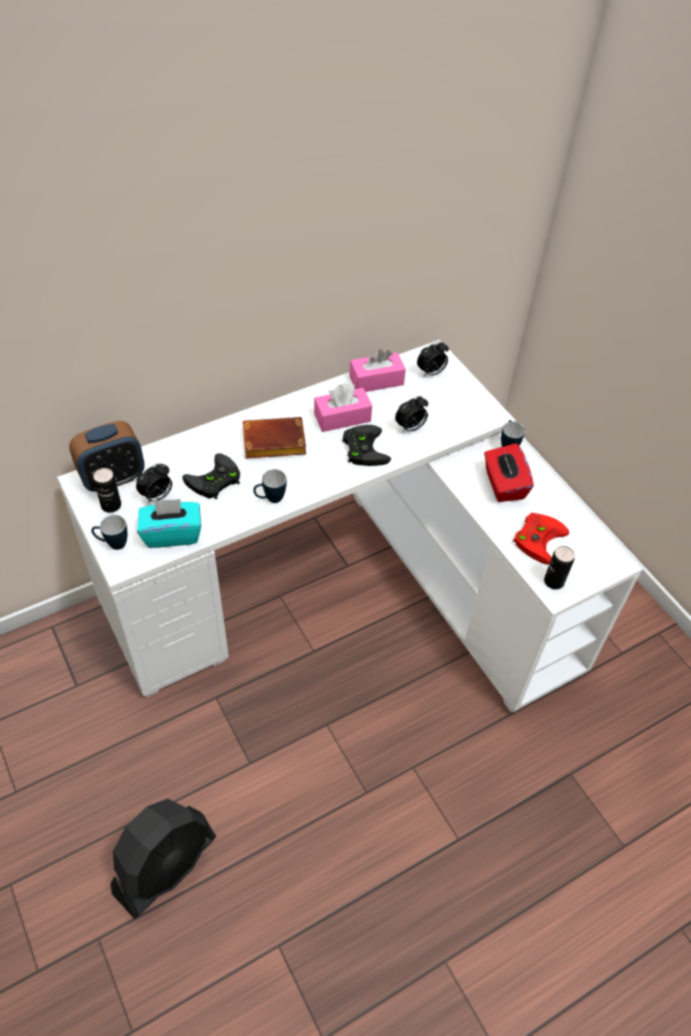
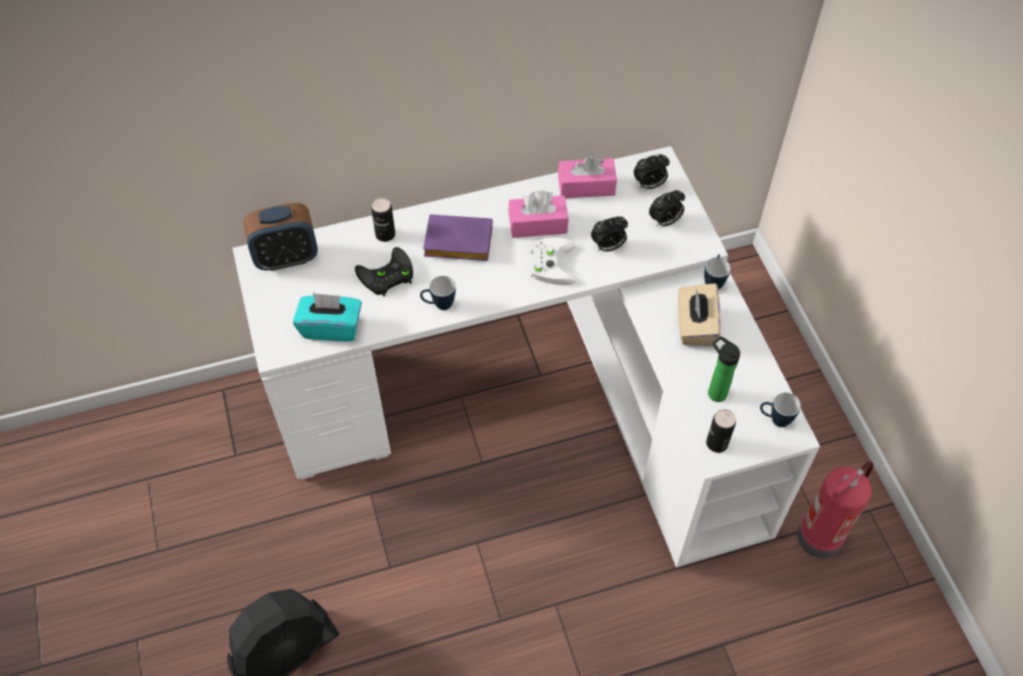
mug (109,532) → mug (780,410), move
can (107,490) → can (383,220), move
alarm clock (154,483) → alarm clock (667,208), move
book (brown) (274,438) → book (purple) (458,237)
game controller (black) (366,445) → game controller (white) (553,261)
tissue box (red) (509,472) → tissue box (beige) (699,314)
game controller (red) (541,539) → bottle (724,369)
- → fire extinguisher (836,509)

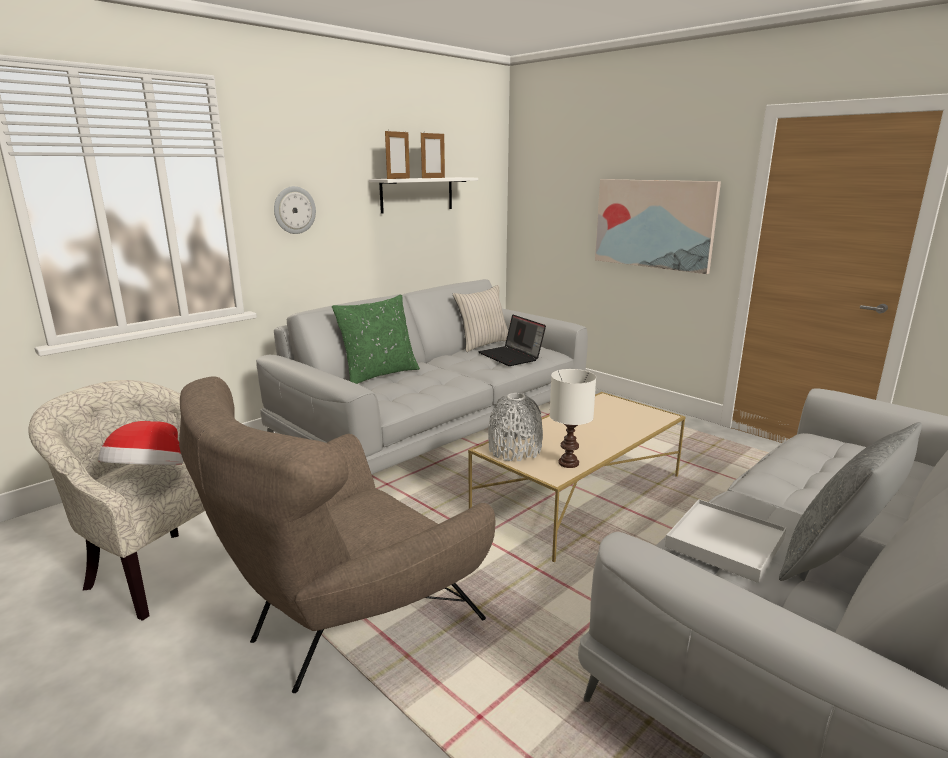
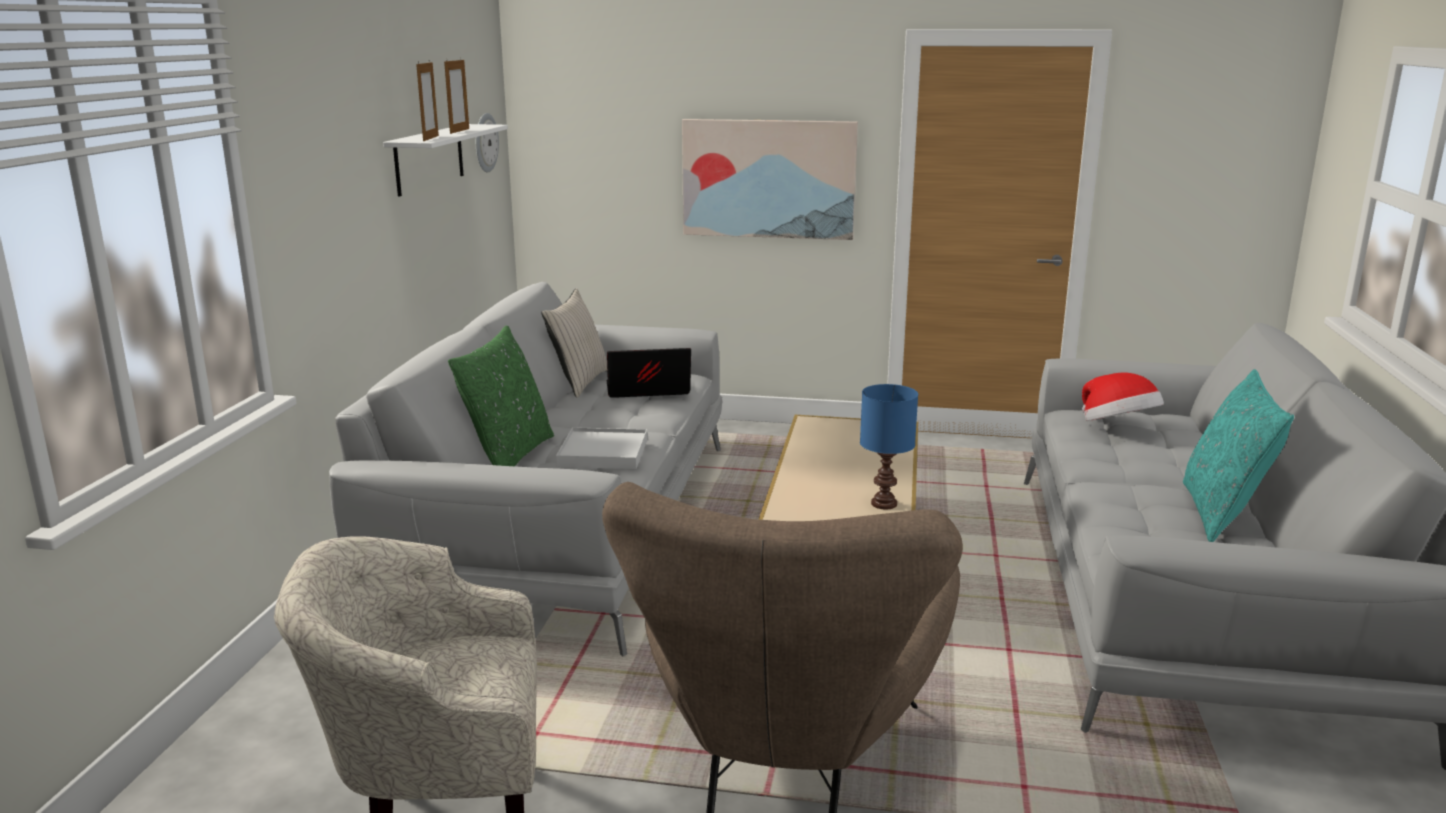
hat (140,443) → hat (1123,397), move
wall clock (295,210) → wall clock (487,143), move
laptop (512,340) → laptop (649,373), 150 degrees clockwise
vase (grey) (515,427) → -
table lamp (white) (573,418) → table lamp (blue) (889,446)
tray (white) (725,541) → tray (white) (601,448), move
pillow (grey) (850,501) → pillow (turquoise) (1238,455)

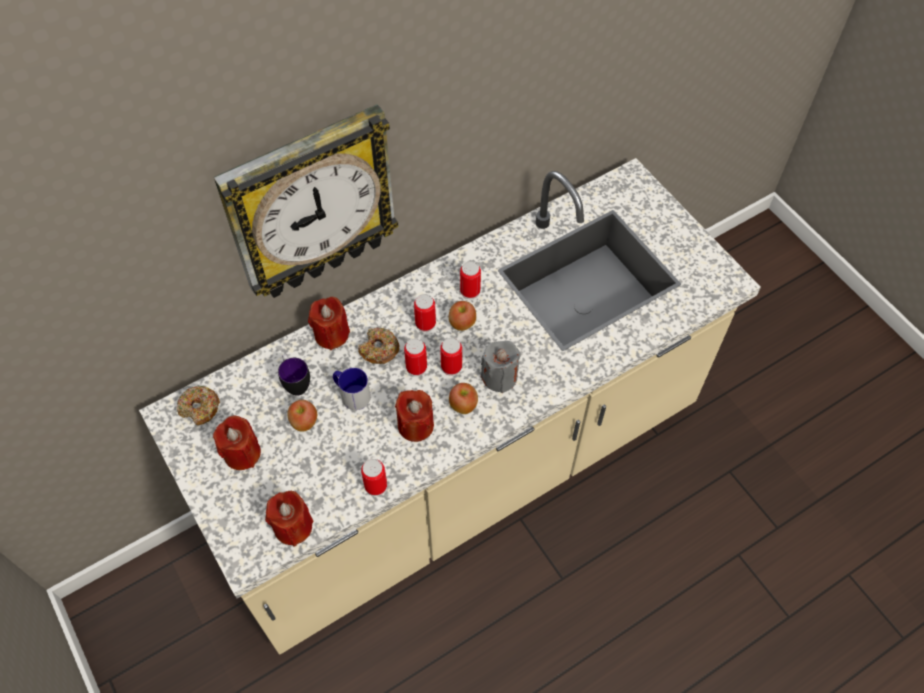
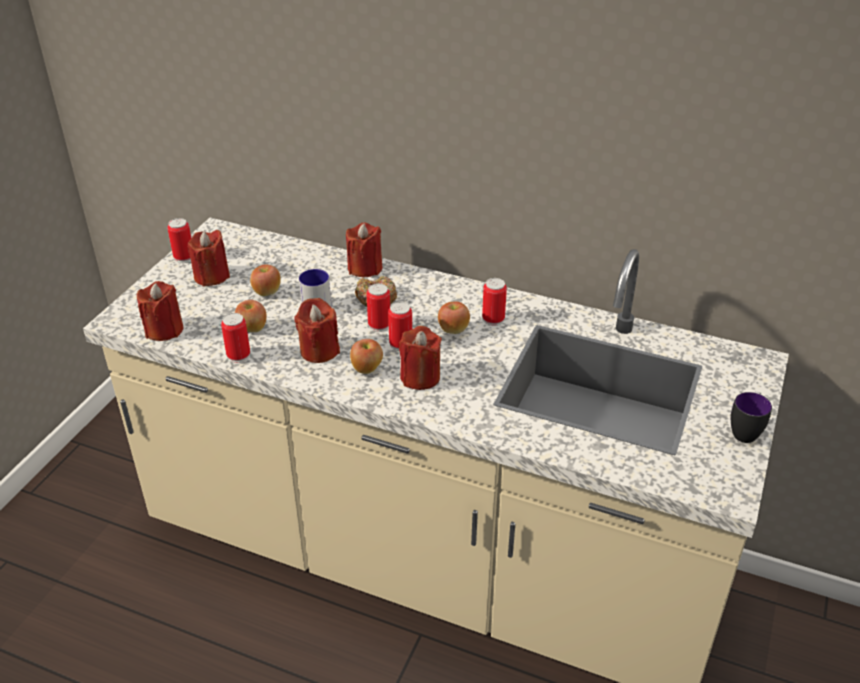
donut (198,405) → -
wall clock (306,201) → -
mug (294,375) → mug (751,417), move
can (425,313) → can (179,240), move
candle (grey) (501,367) → candle (red) (420,358)
- → apple (251,316)

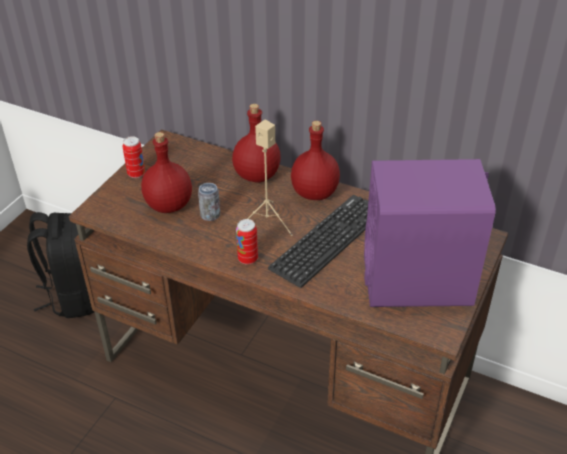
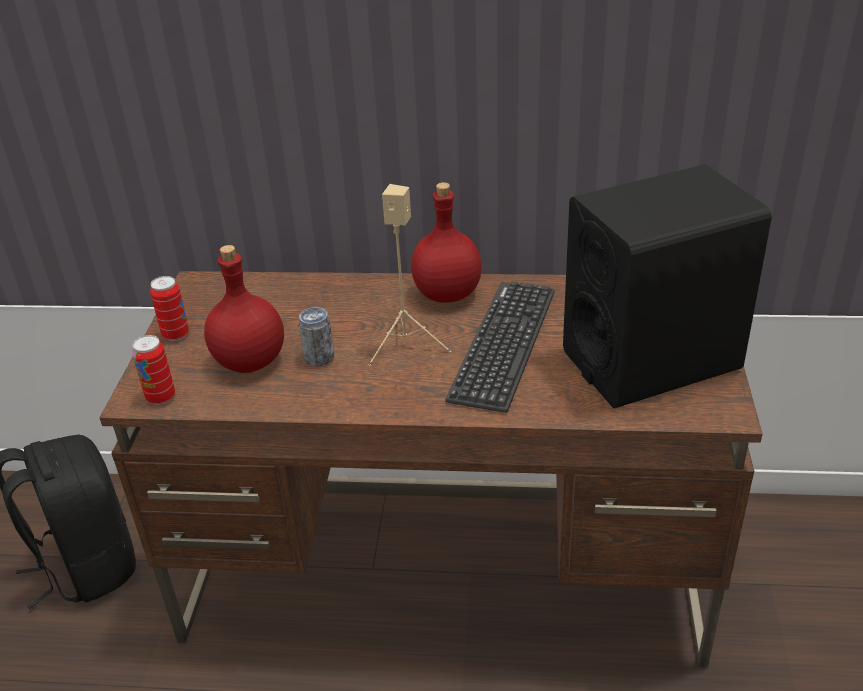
bottle (red) (256,143) → -
can (247,242) → can (153,370), move
speaker (purple) (430,233) → speaker (black) (667,286)

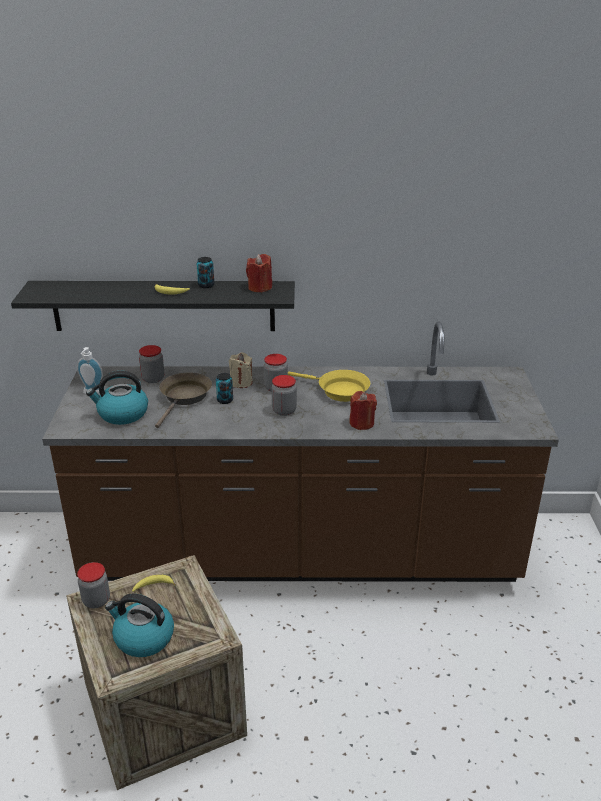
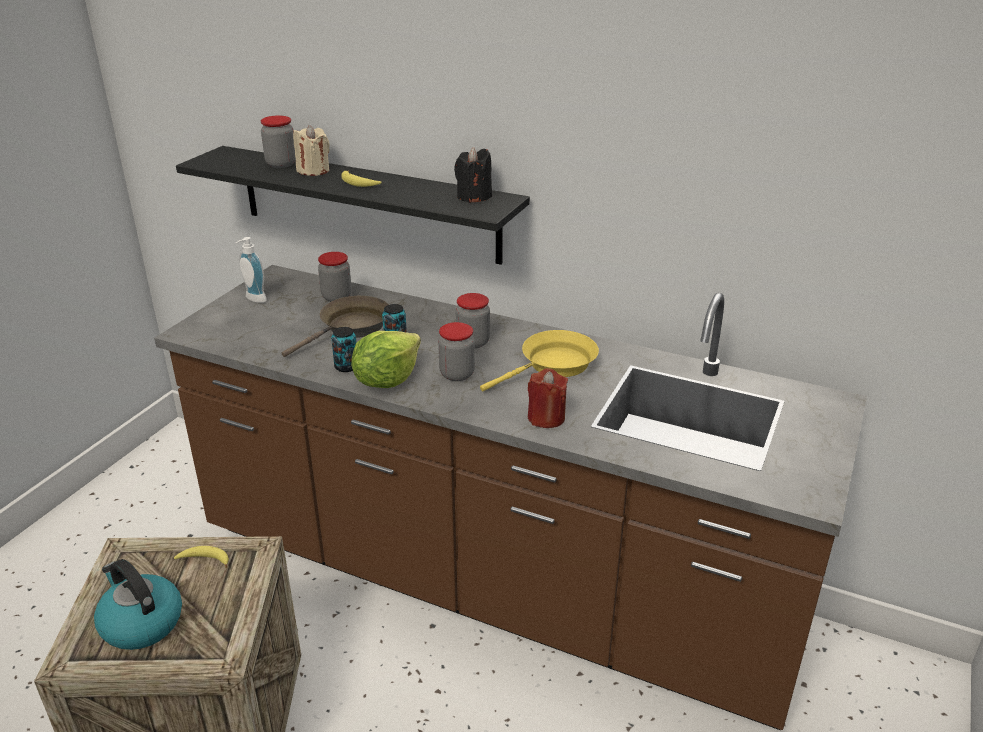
jar (93,585) → jar (278,141), move
kettle (117,398) → -
can (205,272) → can (344,349), move
candle (beige) (241,370) → candle (beige) (311,150), move
candle (red) (259,273) → candle (black) (473,175)
frying pan (yellow) (329,386) → frying pan (yellow) (539,360), 90 degrees counterclockwise
- → lettuce (386,359)

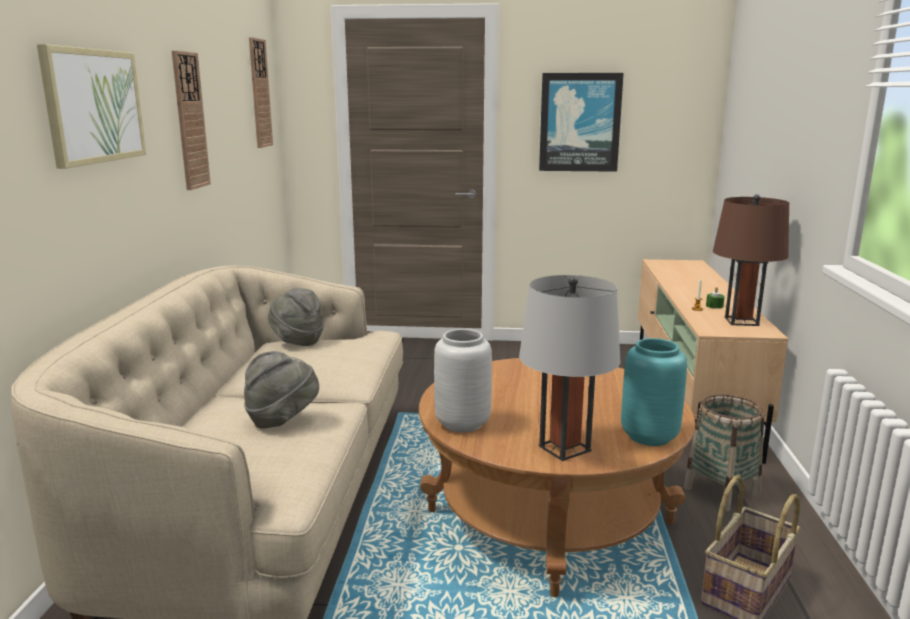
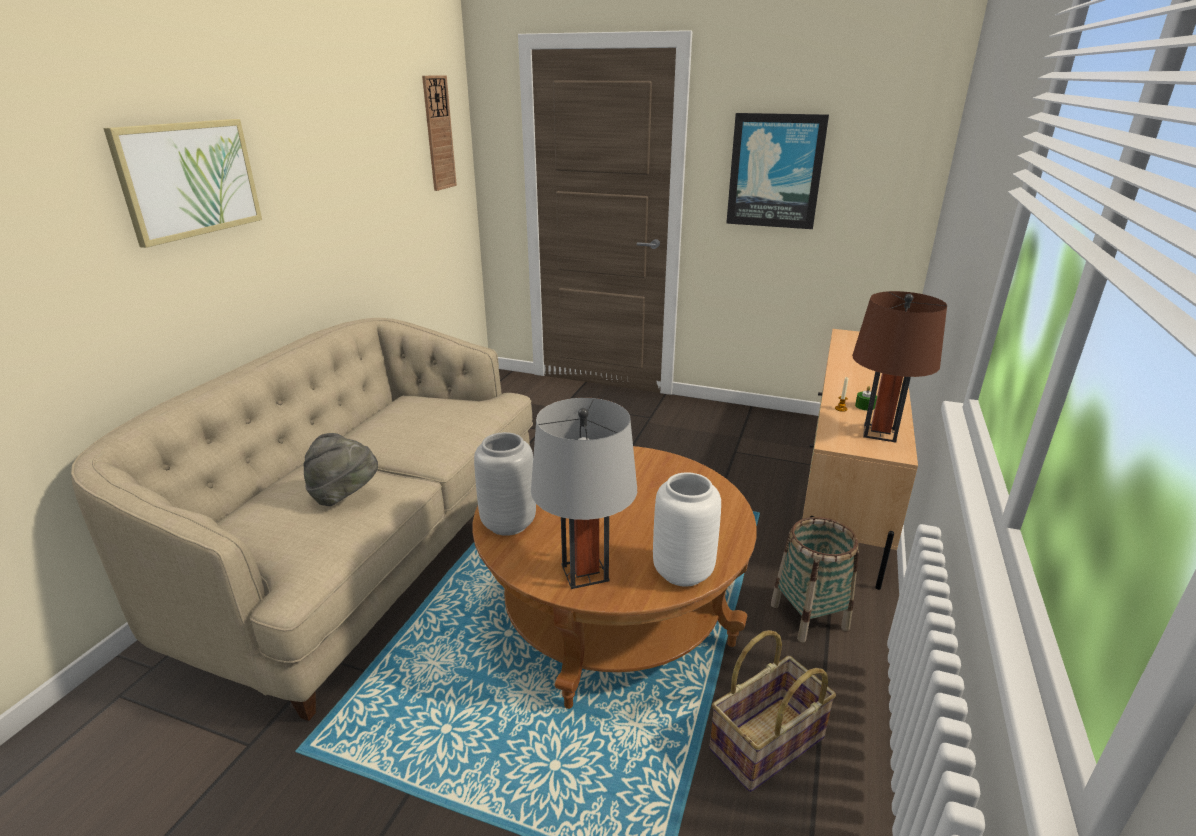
wall clock (191,120) → -
hat (grey) (296,317) → -
vase (turquoise) (654,392) → vase (white) (687,530)

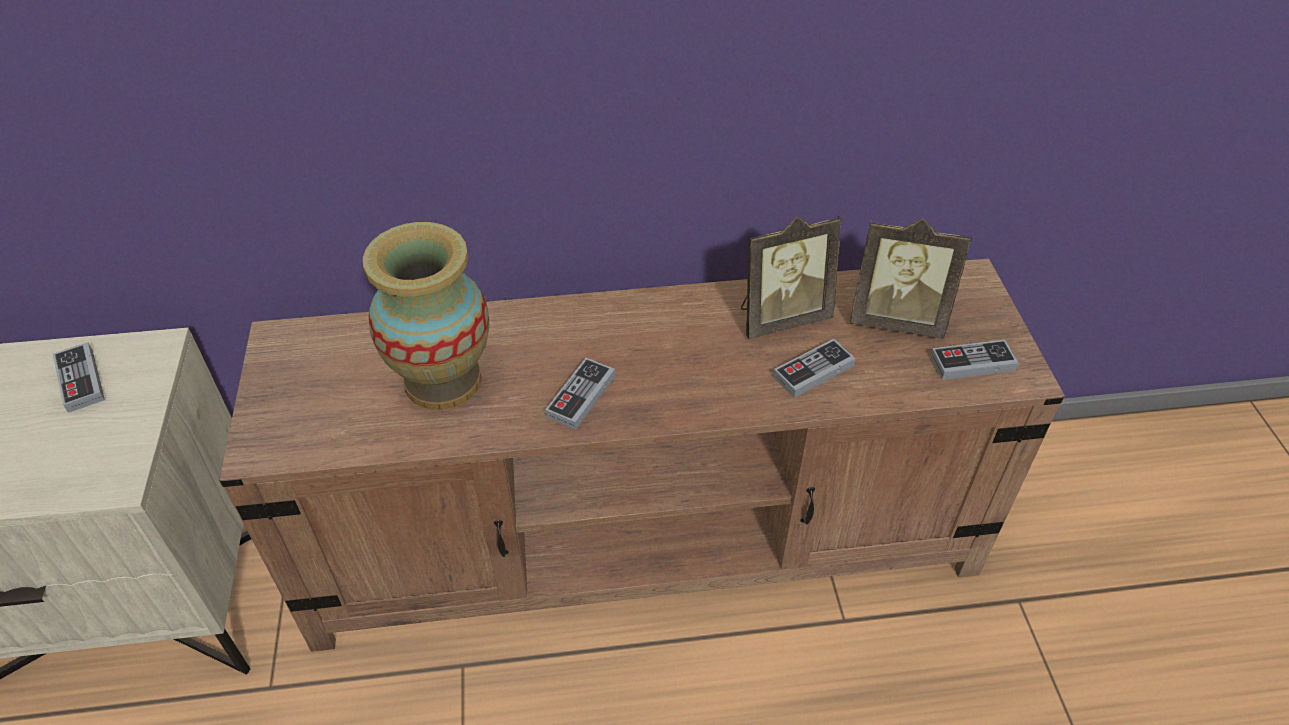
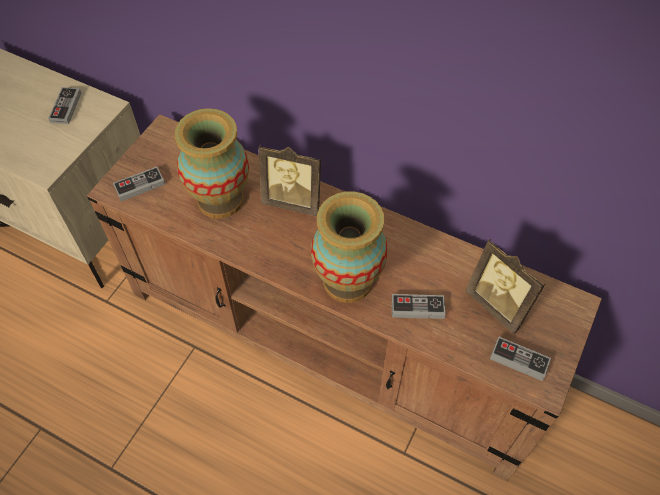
game controller (580,394) → game controller (139,184), move
picture frame (791,277) → picture frame (290,180), move
- → vase (349,247)

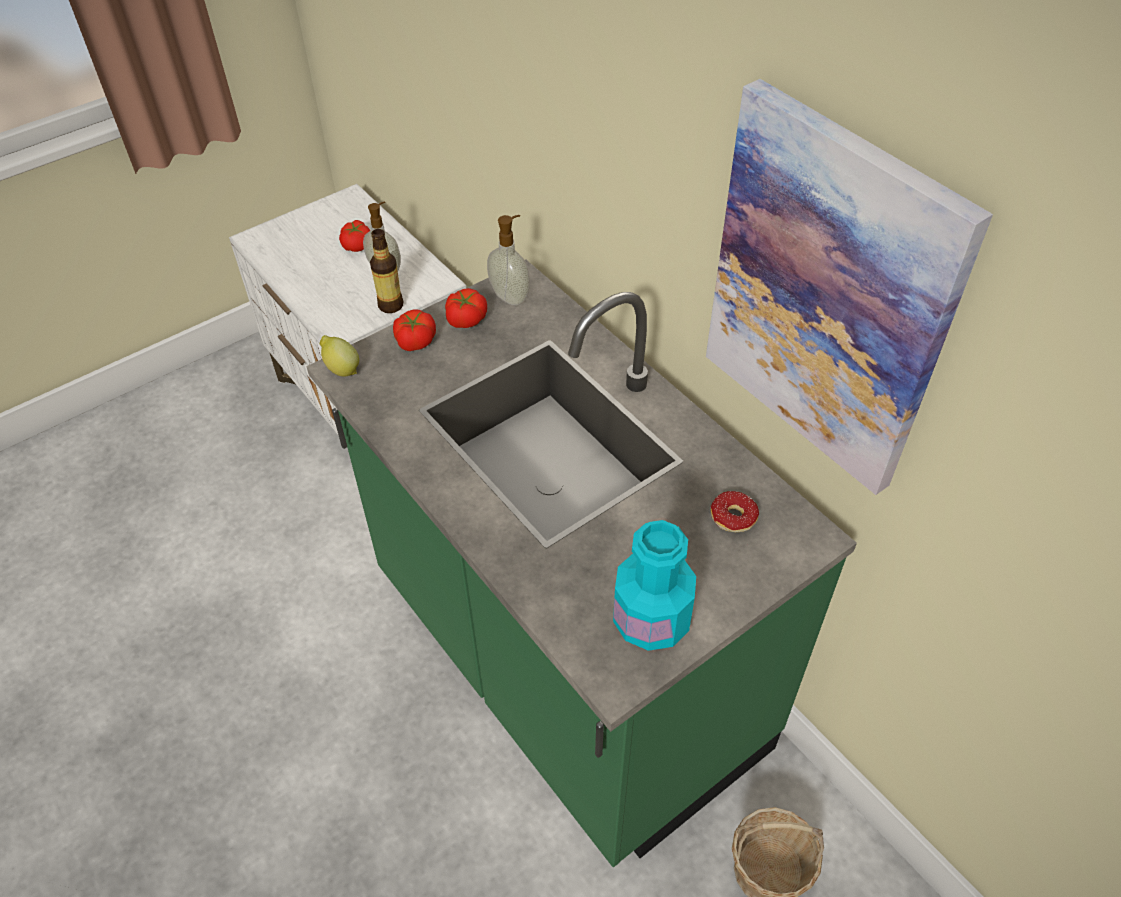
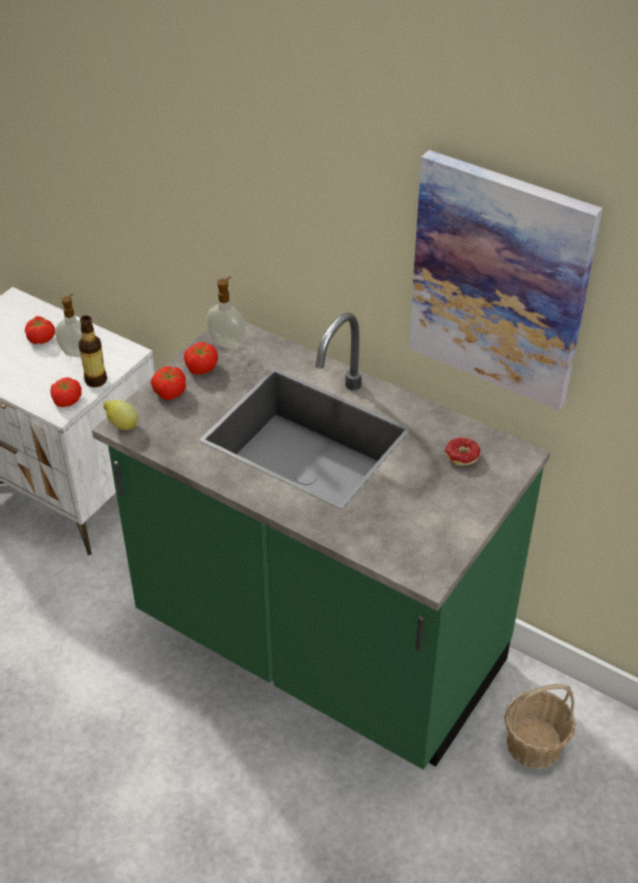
bottle (turquoise) (654,585) → -
- → tomato (66,392)

